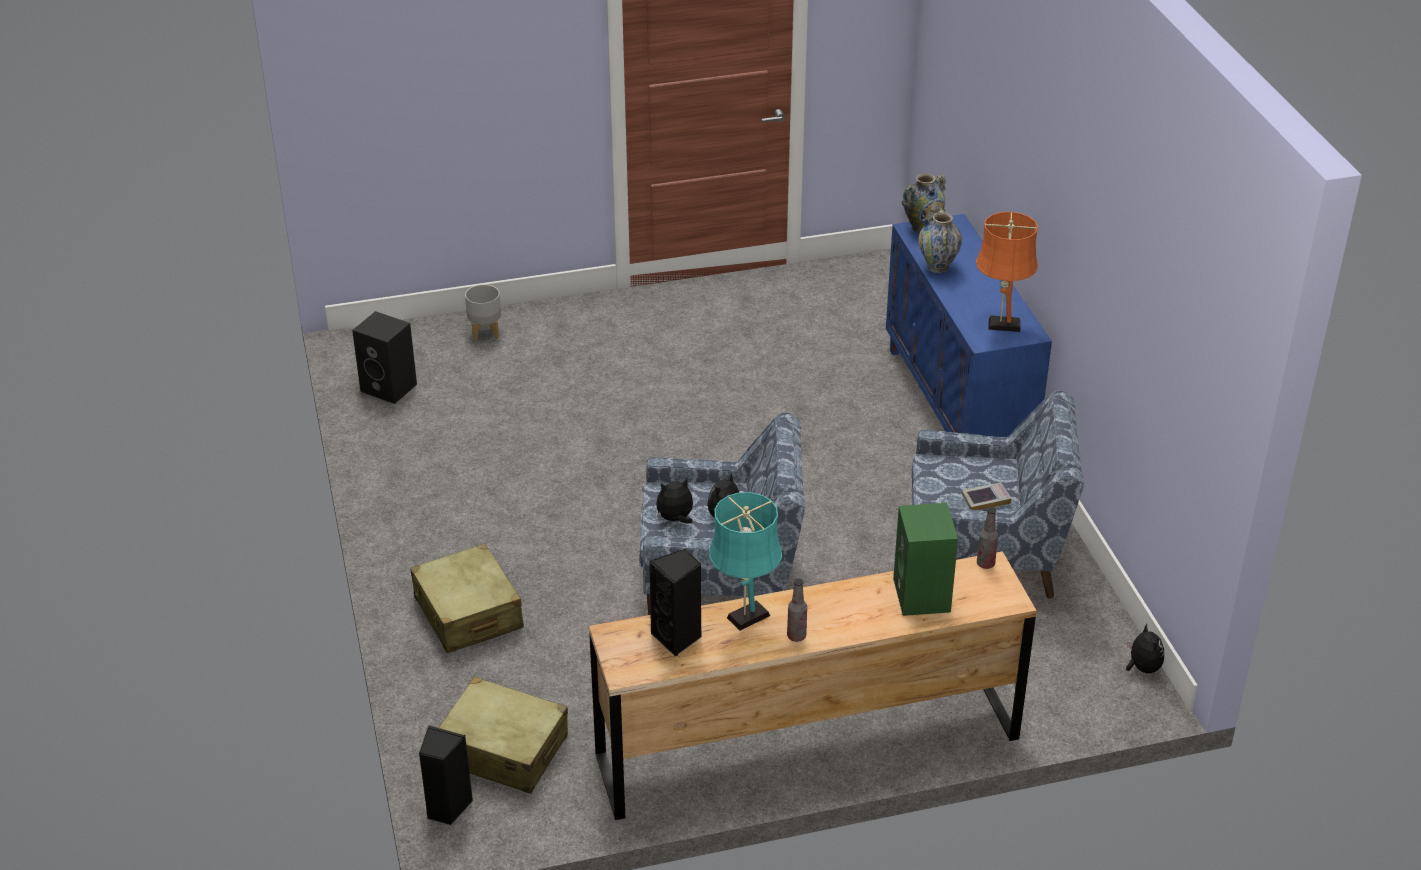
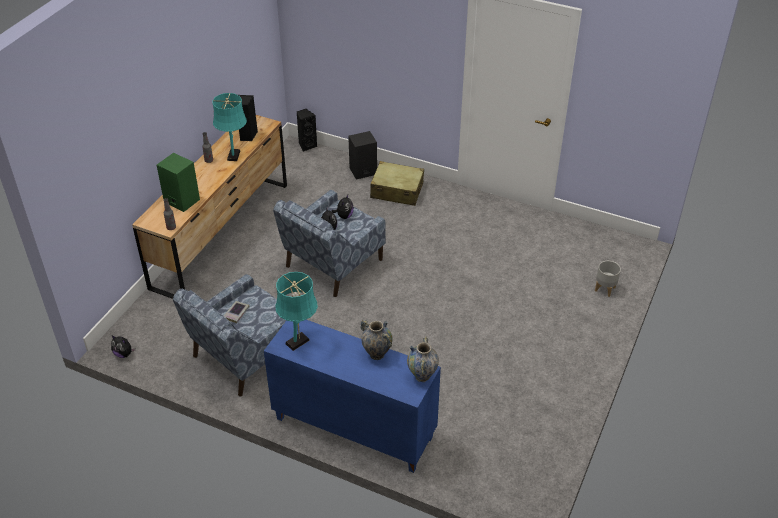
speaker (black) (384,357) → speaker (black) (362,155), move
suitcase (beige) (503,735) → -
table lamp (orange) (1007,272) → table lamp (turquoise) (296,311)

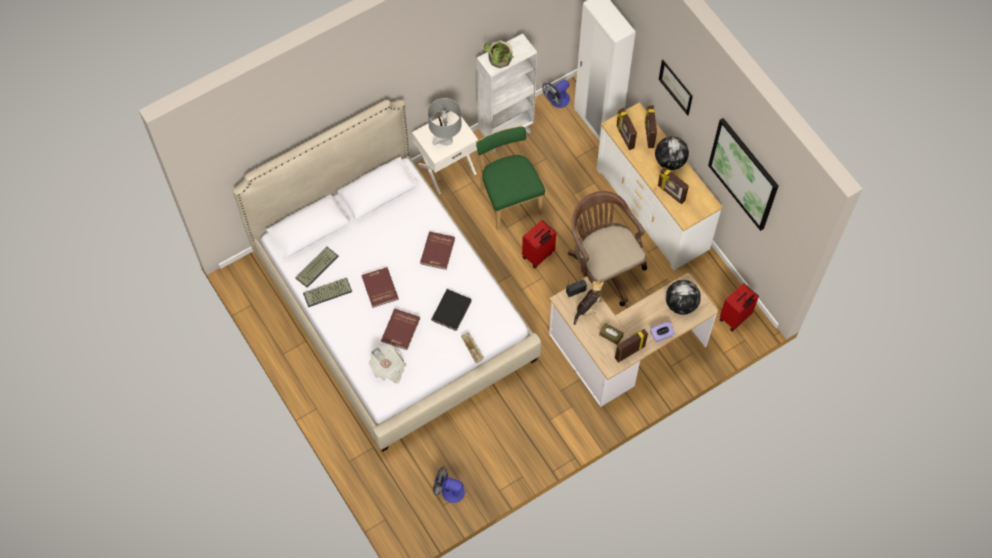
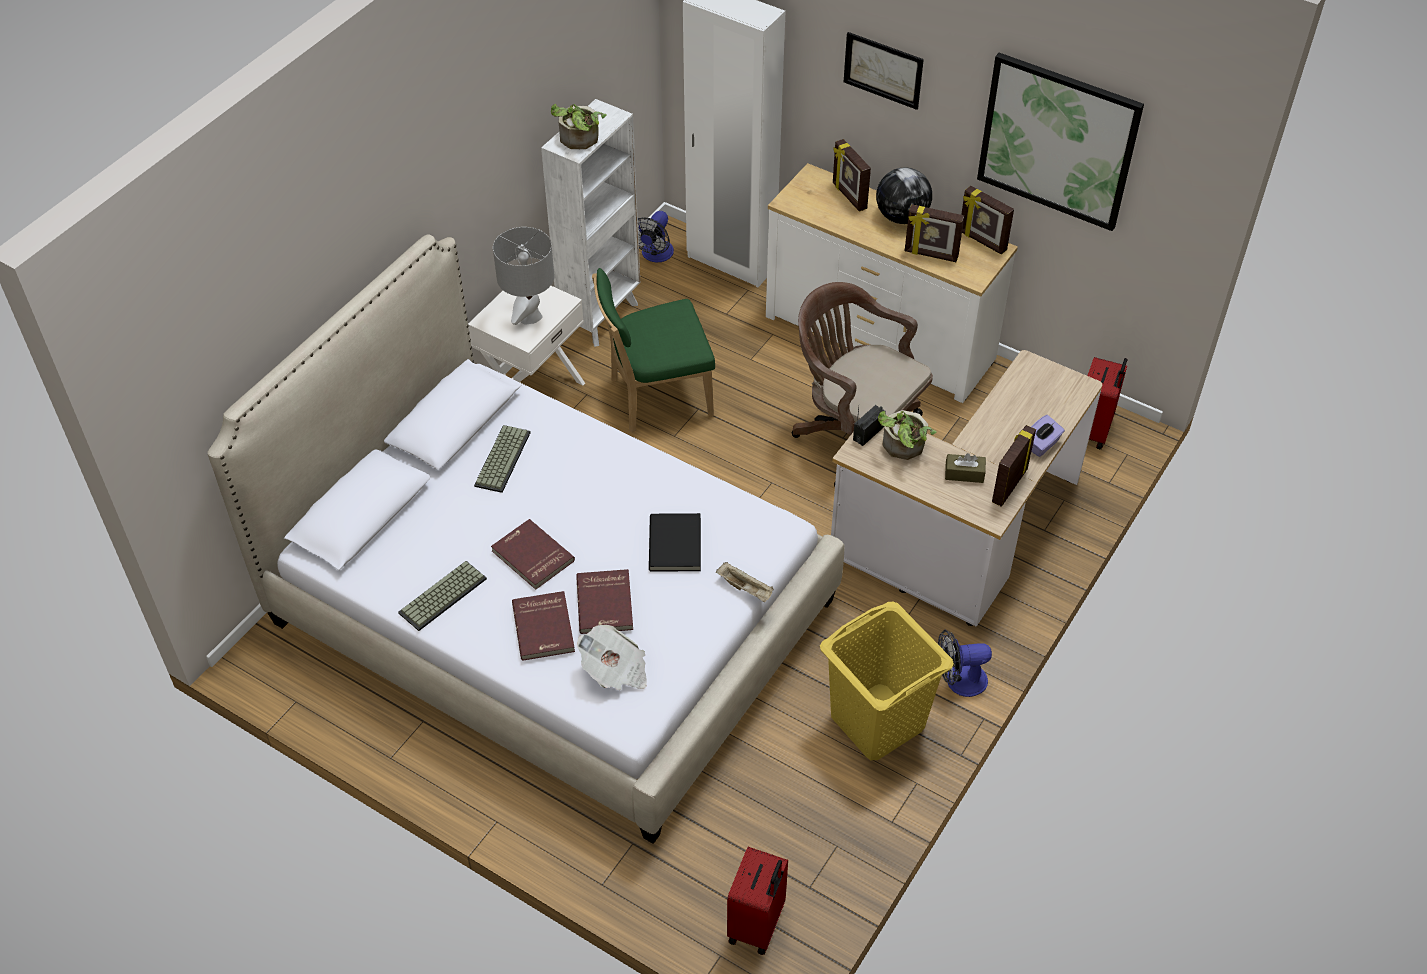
keyboard (317,267) → keyboard (502,459), move
book (red) (437,250) → book (red) (543,625), move
fan (449,484) → fan (965,663), move
chair (green) (510,178) → chair (green) (653,350), 60 degrees counterclockwise
suitcase (red) (539,244) → suitcase (red) (757,901), move
plush toy (589,302) → potted plant (907,435)
picture frame (627,129) → picture frame (987,220), move
globe (683,297) → -
- → laundry basket (yellow) (887,681)

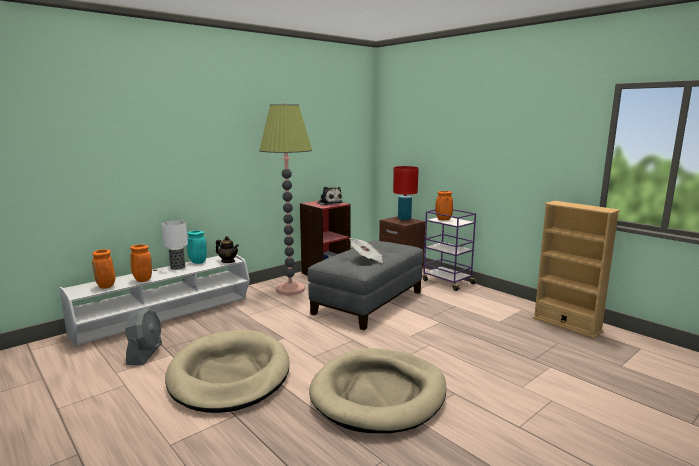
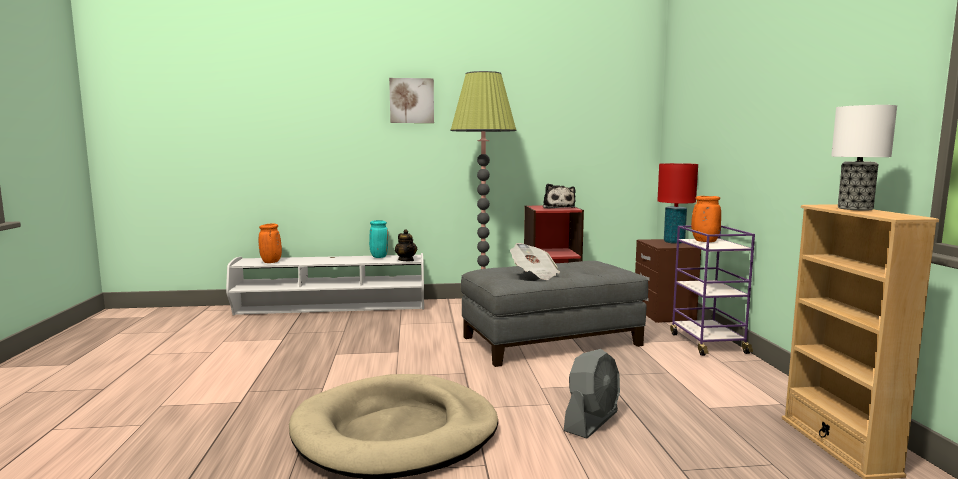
fan (grey) (143,336) → fan (grey) (592,394), move
vase (orange) (141,263) → -
table lamp (174,245) → table lamp (864,157), move
dog bed (beige) (227,371) → -
- → picture (411,100)

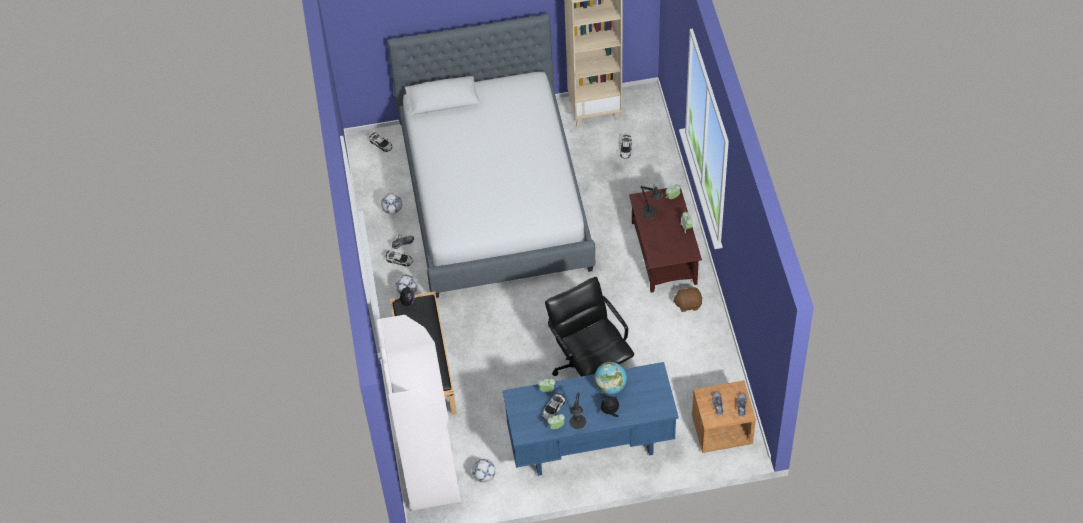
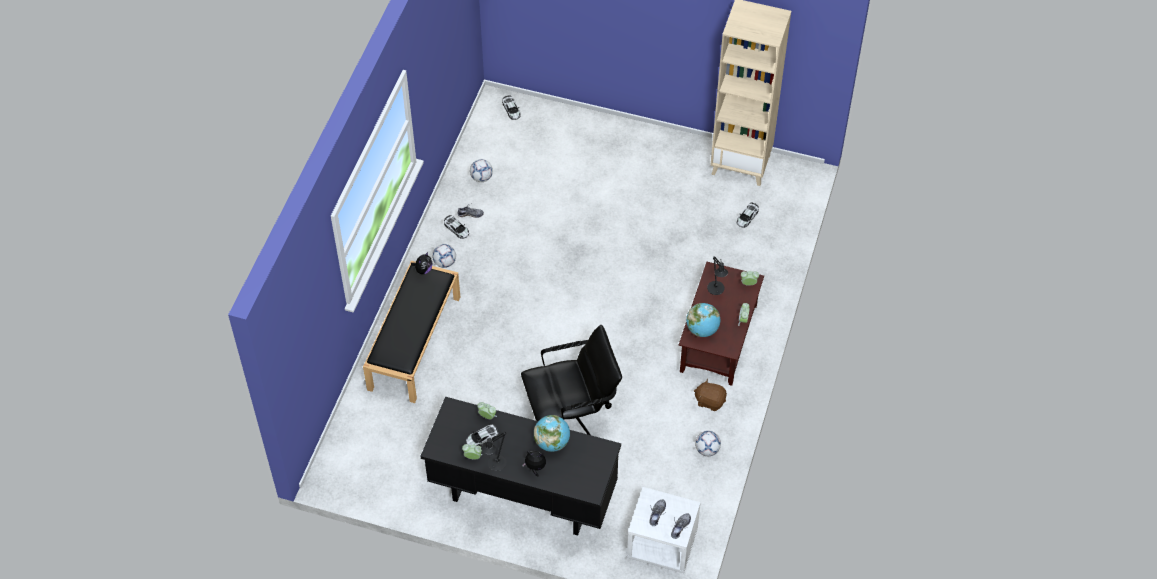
bookcase (white) (418,413) → -
bed (491,156) → -
football (483,470) → football (708,443), move
desk (blue) (591,419) → desk (black) (520,466)
office chair (black) (589,326) → office chair (black) (571,380), 75 degrees clockwise
nightstand (brown) (724,416) → nightstand (white) (664,530)
- → globe (703,320)

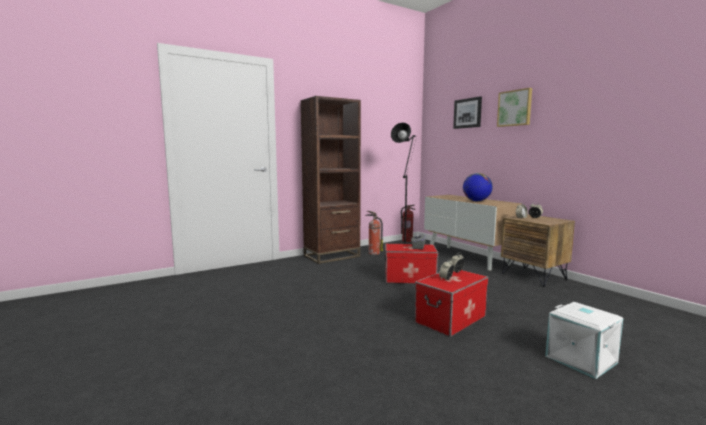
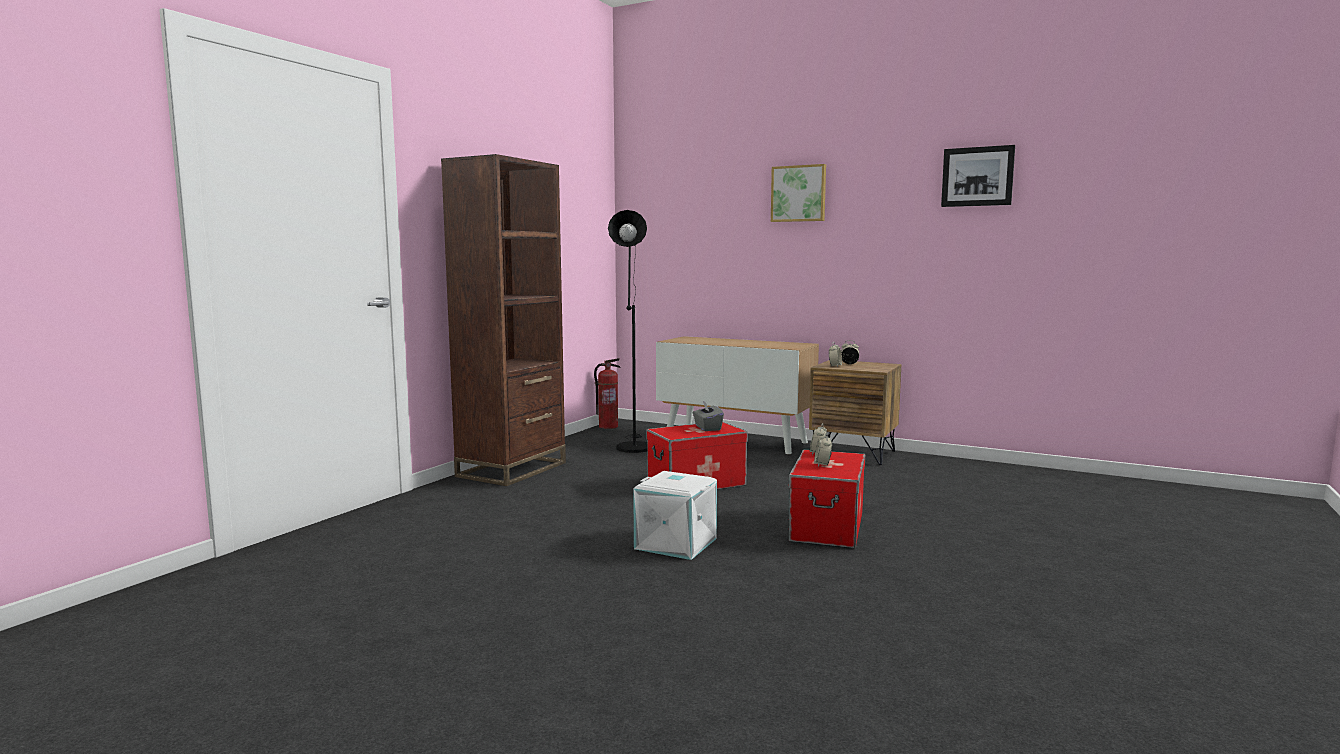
fire extinguisher (374,233) → -
picture (467,112) → picture (978,176), move
globe (478,187) → -
storage box (white) (584,340) → storage box (white) (675,515), move

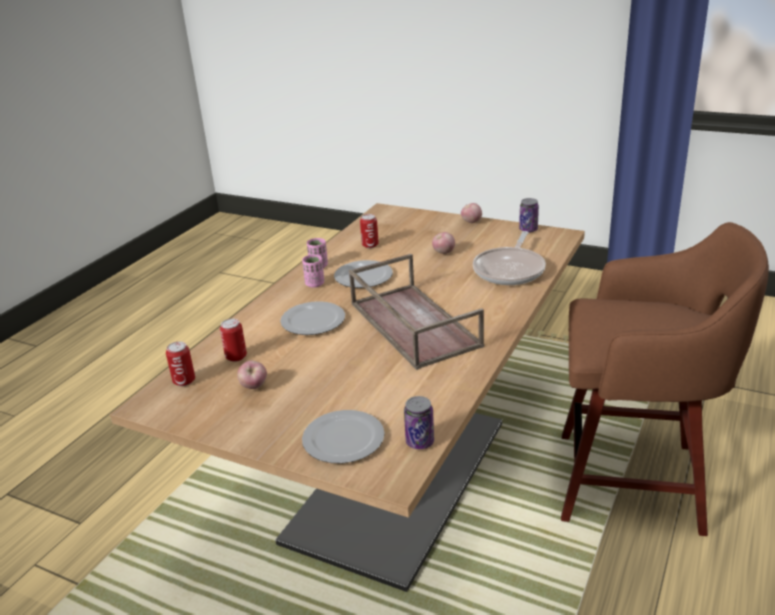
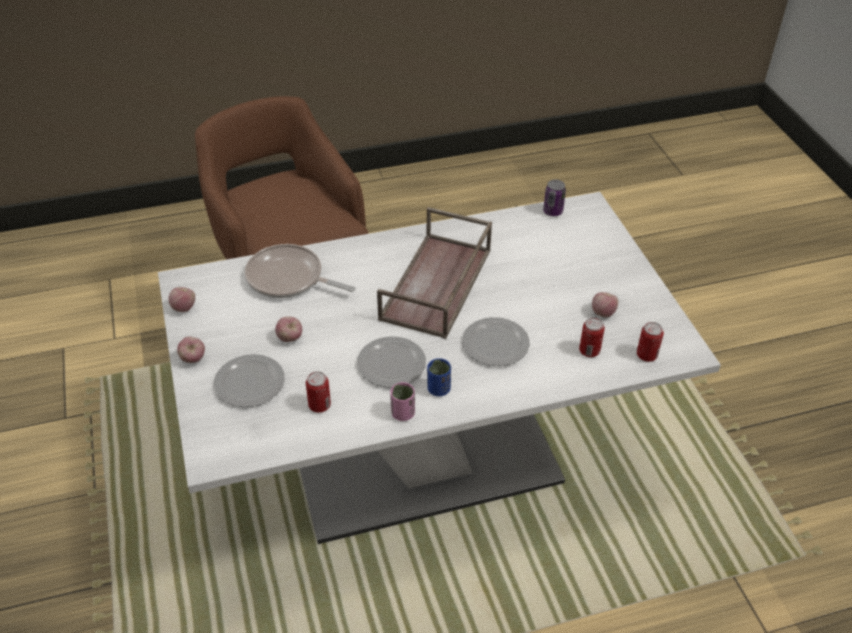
dining table (brown) (347,397) → dining table (white) (439,368)
cup (pink) (313,271) → cup (blue) (439,377)
plate (343,436) → plate (249,380), move
frying pan (509,258) → frying pan (300,271), 135 degrees counterclockwise
can (529,215) → apple (182,299)

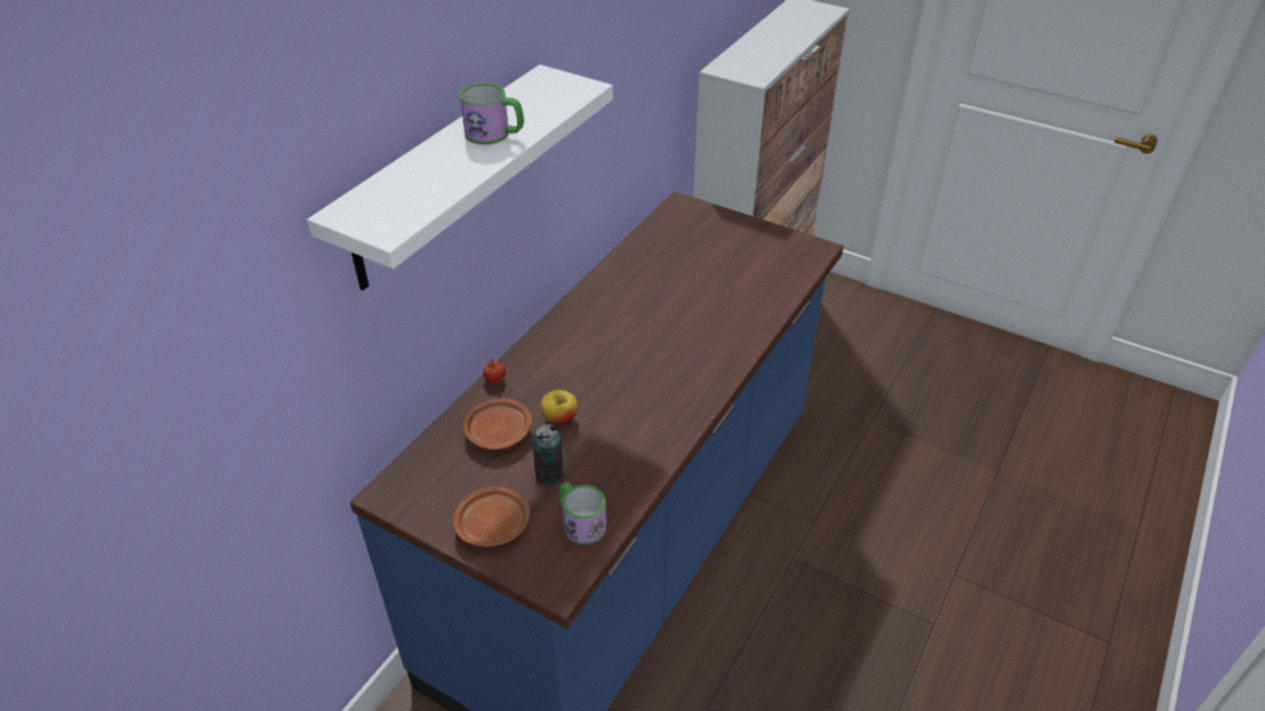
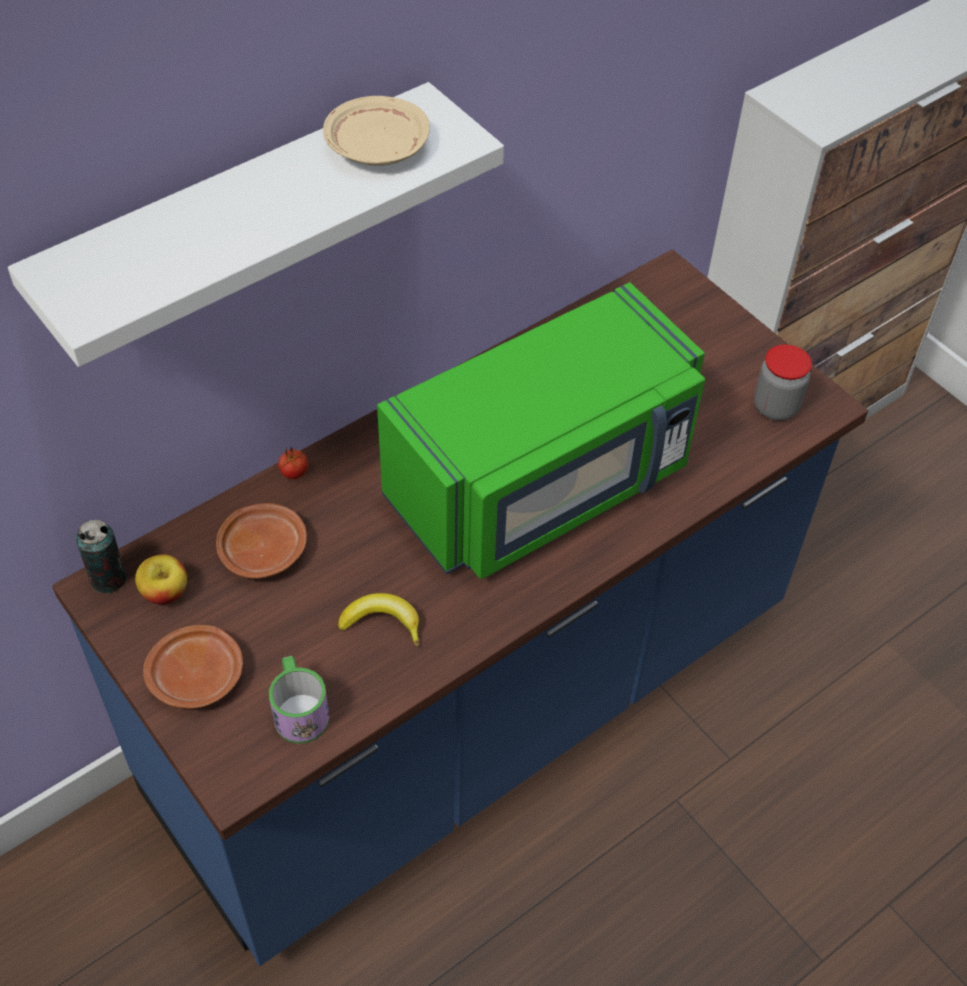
mug (492,114) → -
can (547,455) → can (101,556), move
apple (559,407) → apple (161,579), move
- → plate (beige) (376,131)
- → banana (378,620)
- → microwave (green) (541,430)
- → jar (783,382)

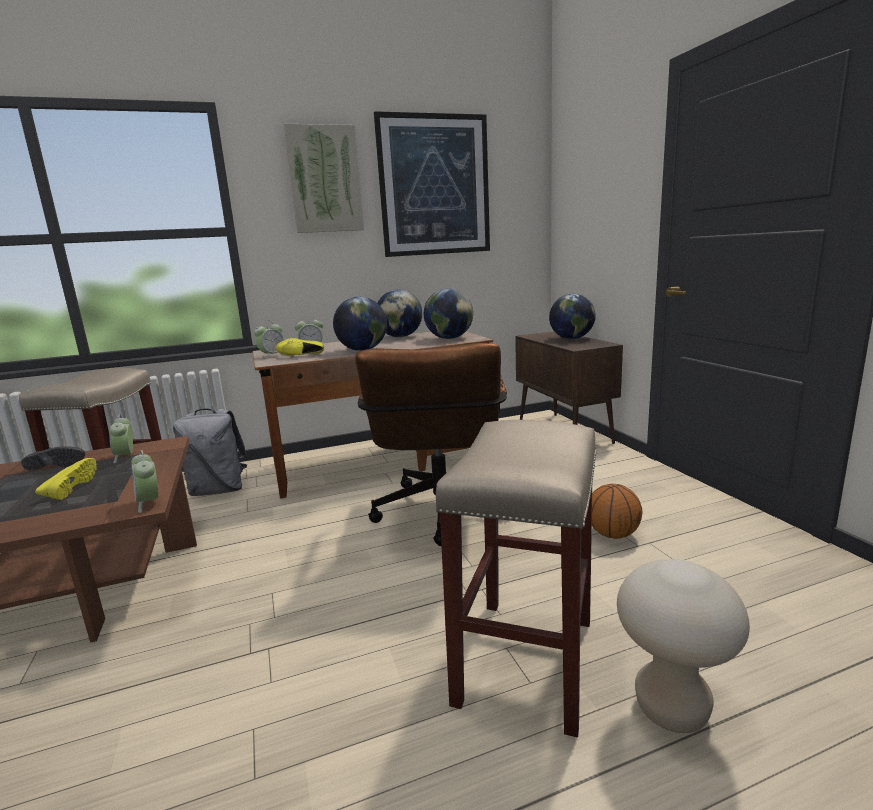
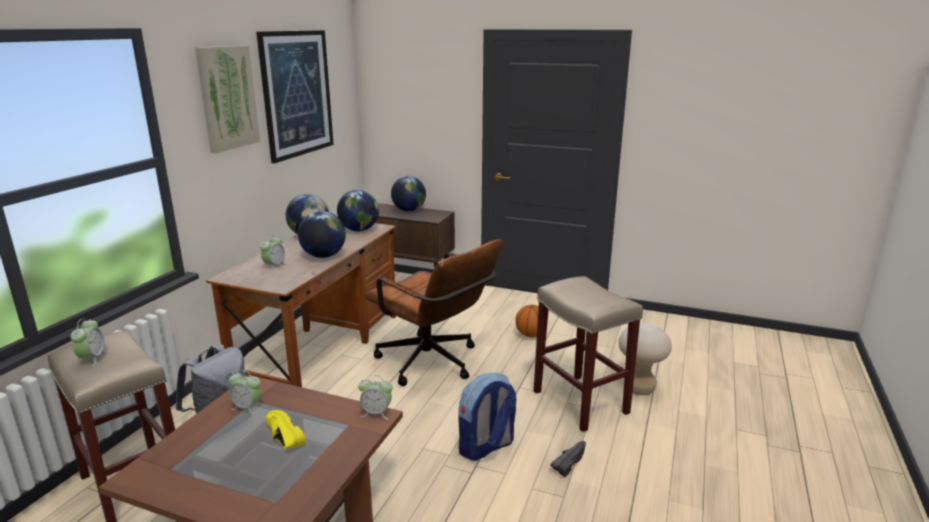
shoe (black) (53,458) → shoe (black) (568,459), move
alarm clock (269,340) → alarm clock (89,342), move
shoe (yellow) (300,347) → -
- → backpack (487,417)

